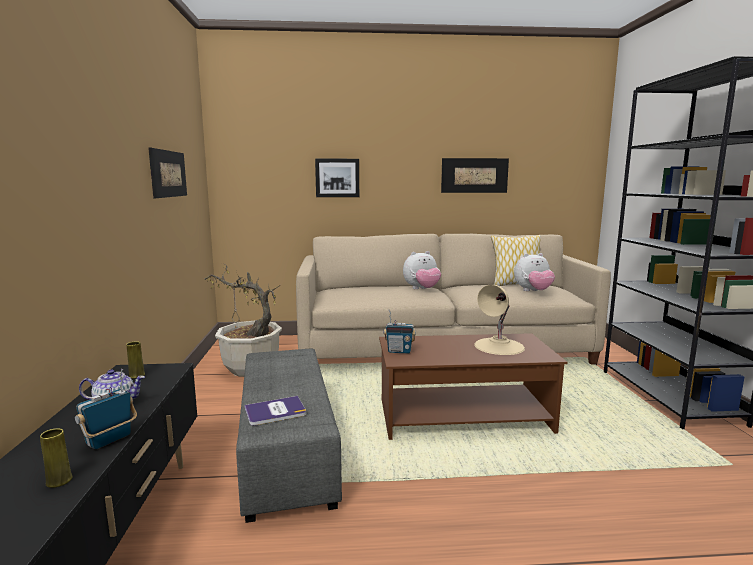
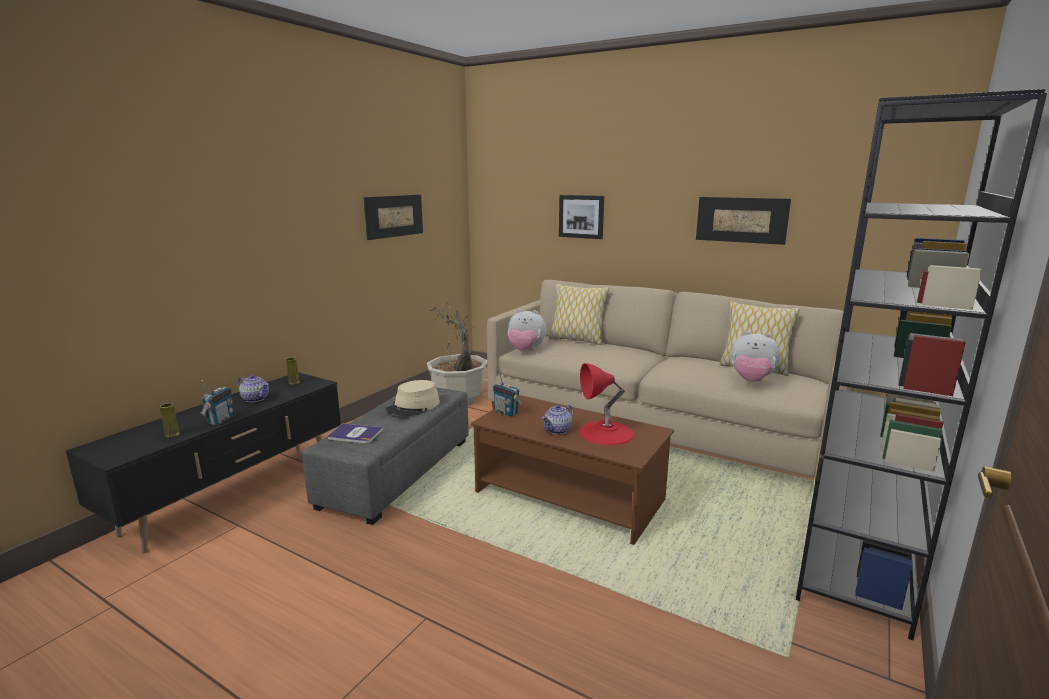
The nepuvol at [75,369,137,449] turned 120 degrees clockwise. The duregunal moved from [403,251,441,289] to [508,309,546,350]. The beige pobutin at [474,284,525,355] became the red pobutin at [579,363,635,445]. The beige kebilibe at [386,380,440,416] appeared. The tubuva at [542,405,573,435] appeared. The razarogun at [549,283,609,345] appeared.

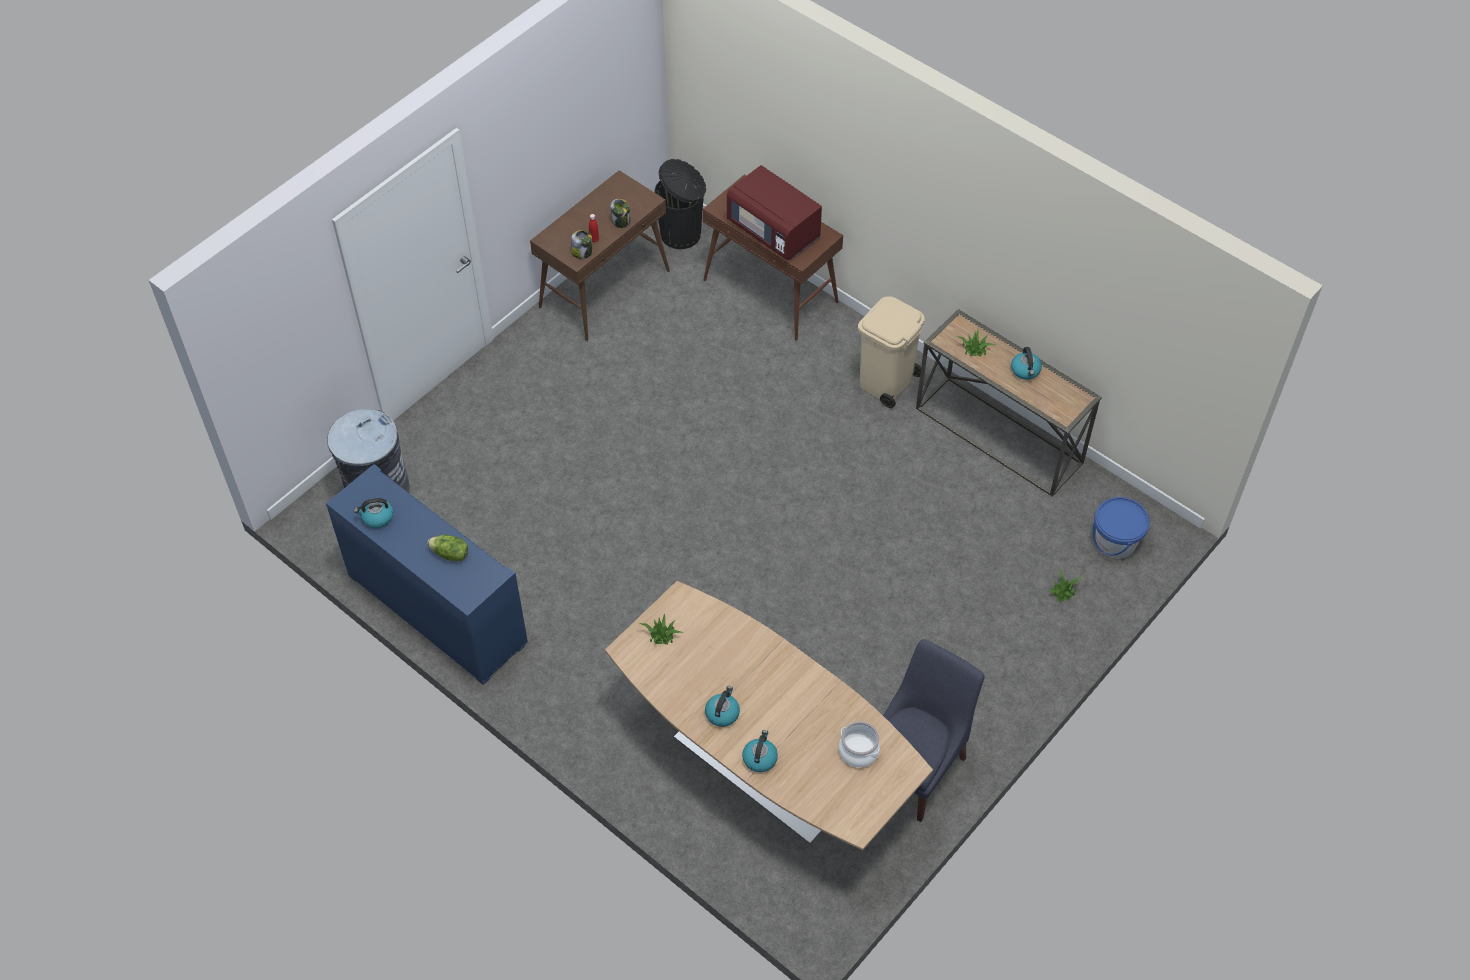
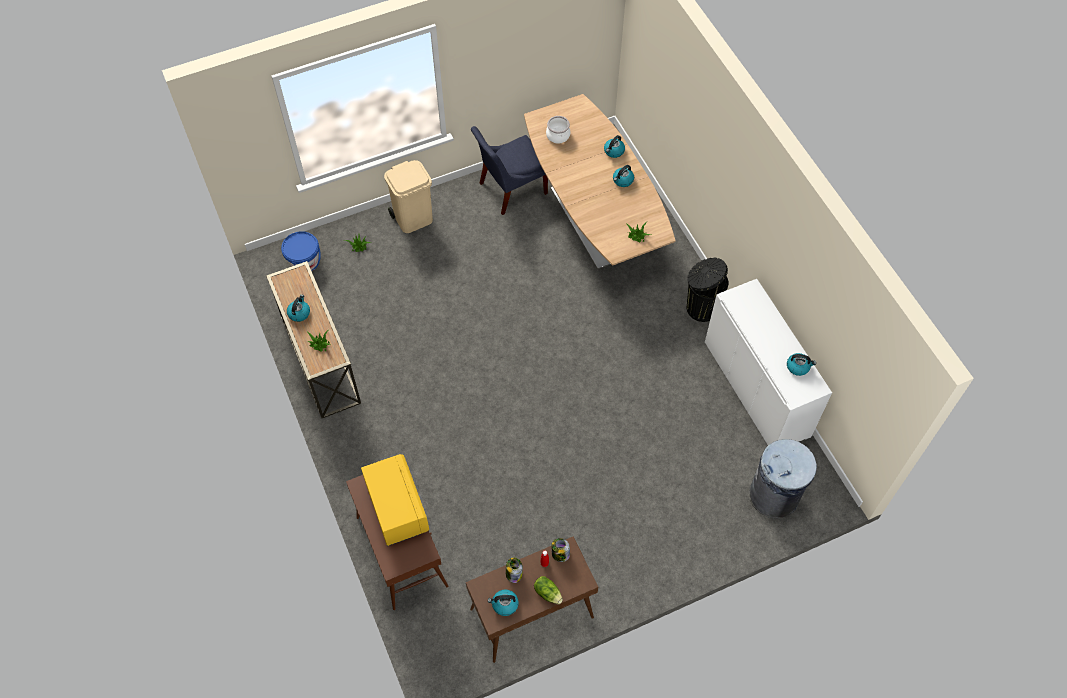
The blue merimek at [326,464,528,685] became the white merimek at [705,279,832,445]. The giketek moved from [427,535,468,561] to [534,576,563,604]. The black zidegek moved from [654,159,706,249] to [687,257,729,322]. The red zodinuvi at [727,165,822,260] became the yellow zodinuvi at [361,454,429,546]. The beige zidegek moved from [858,296,925,408] to [384,160,433,233]. The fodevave at [488,589,519,616] appeared.

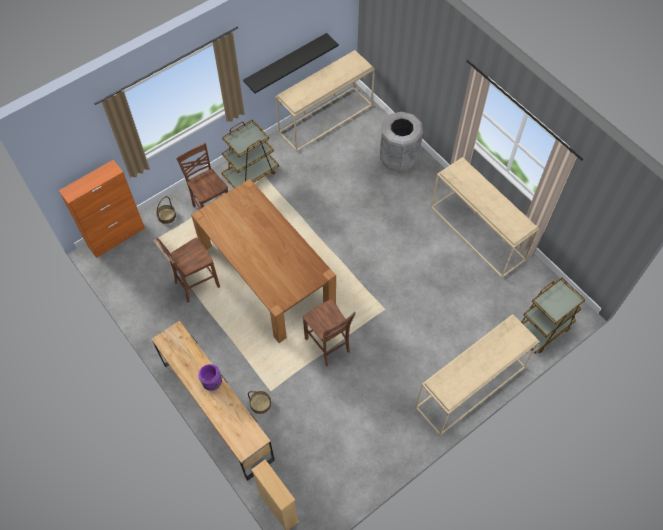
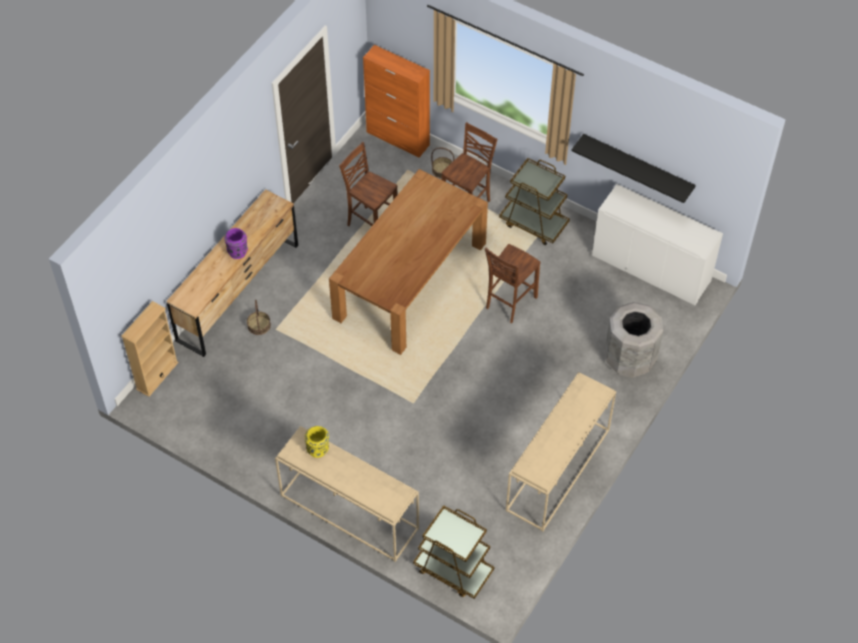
The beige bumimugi at [275,50,375,152] was replaced by the white merimek at [592,184,723,305]. The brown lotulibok moved from [303,299,356,366] to [485,244,541,323]. The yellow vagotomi at [305,426,329,458] appeared.

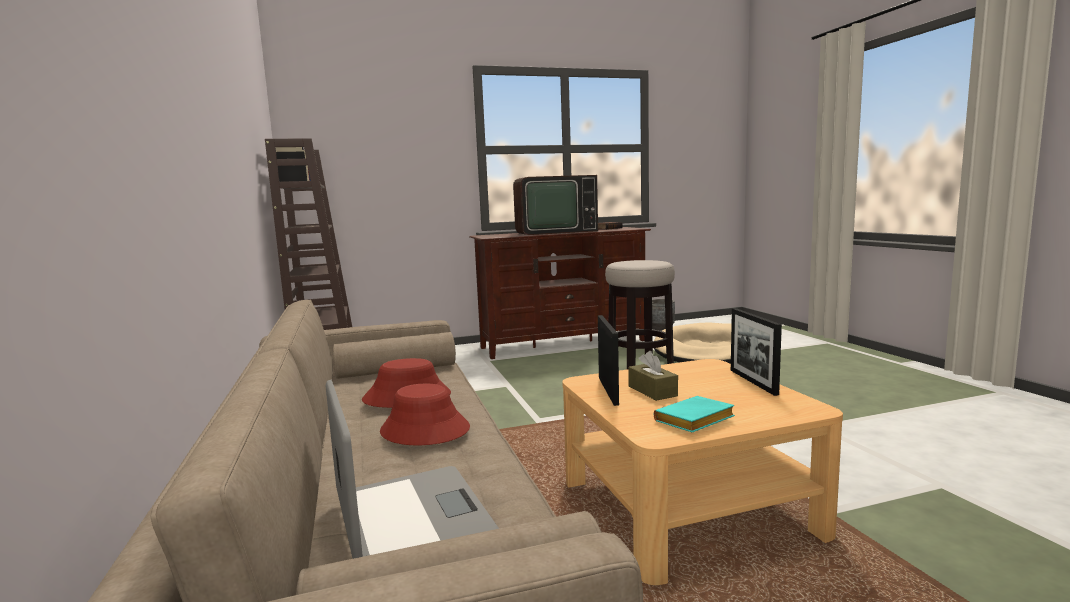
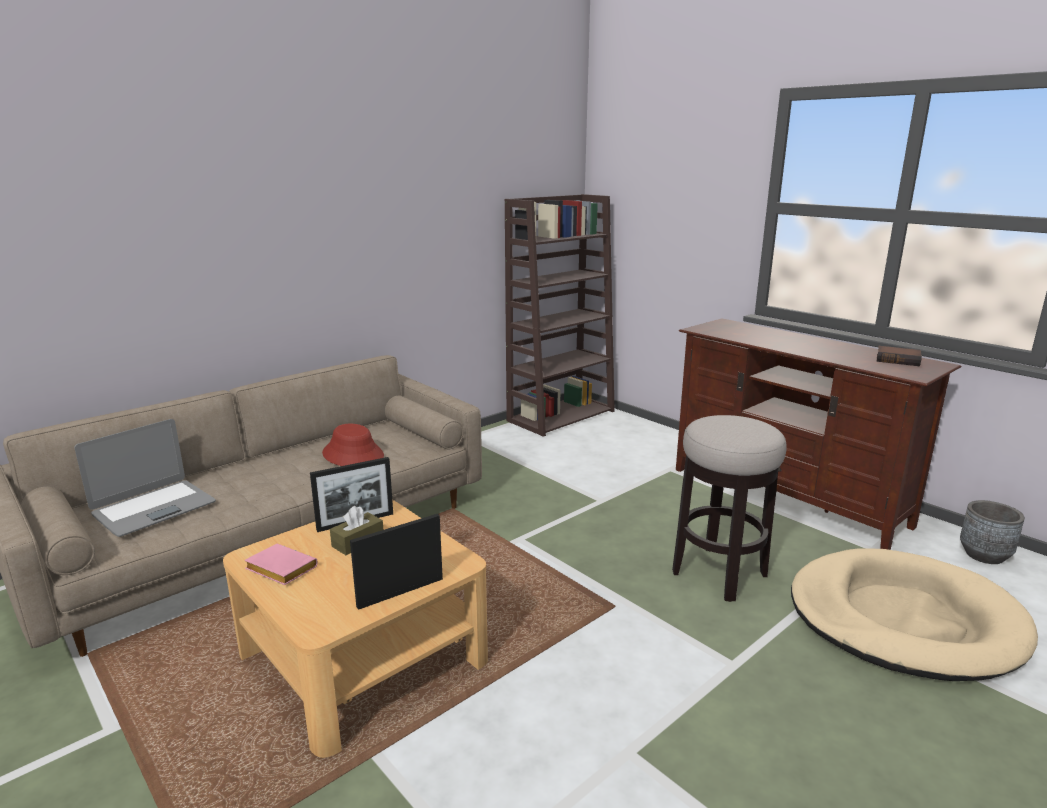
The red kebilibe at [380,384,470,445] disappeared. The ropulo at [513,175,598,235] disappeared. The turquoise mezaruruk at [654,396,735,432] became the pink mezaruruk at [244,544,318,585].

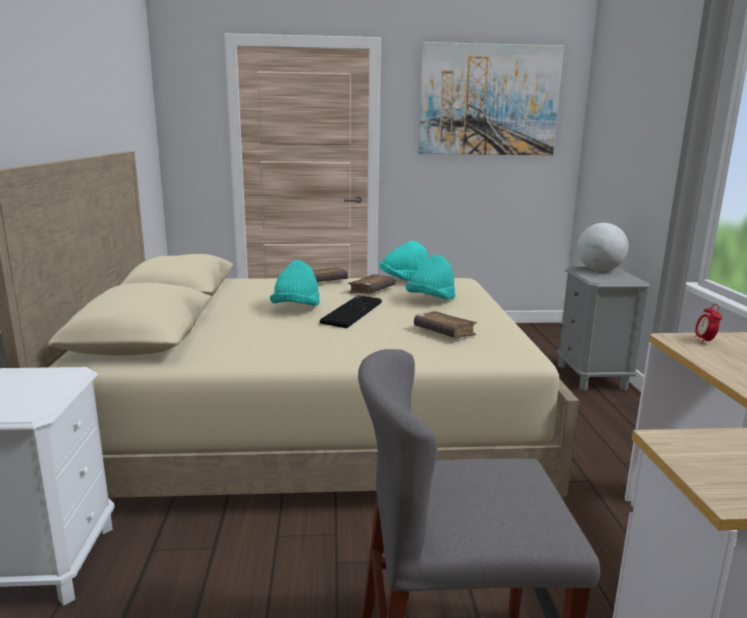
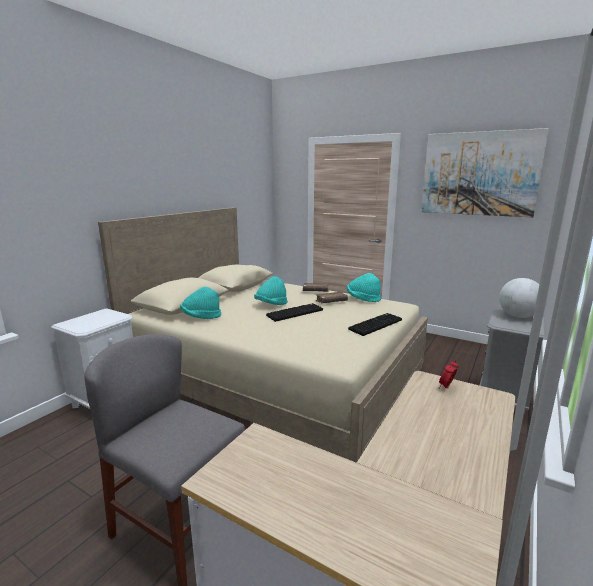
The turquoise kebilibe moved from [405,254,456,299] to [180,287,221,319]. The brown mezaruruk at [414,311,477,338] disappeared. The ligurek at [348,313,402,336] appeared.

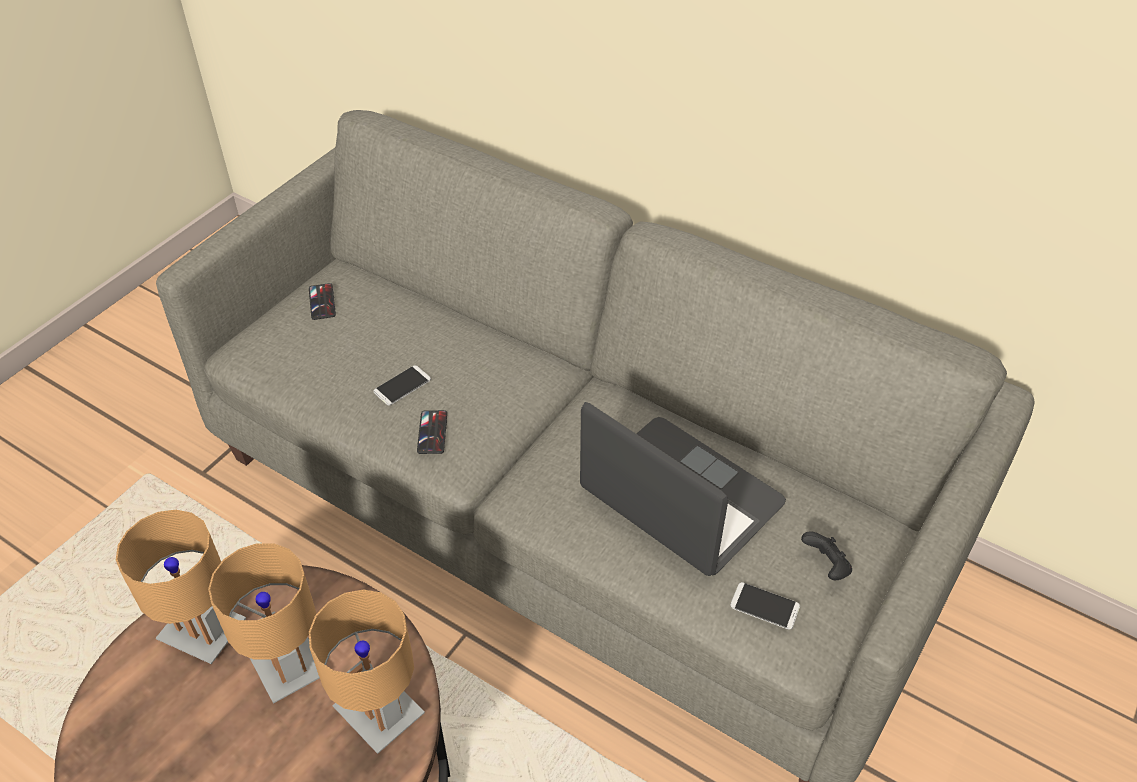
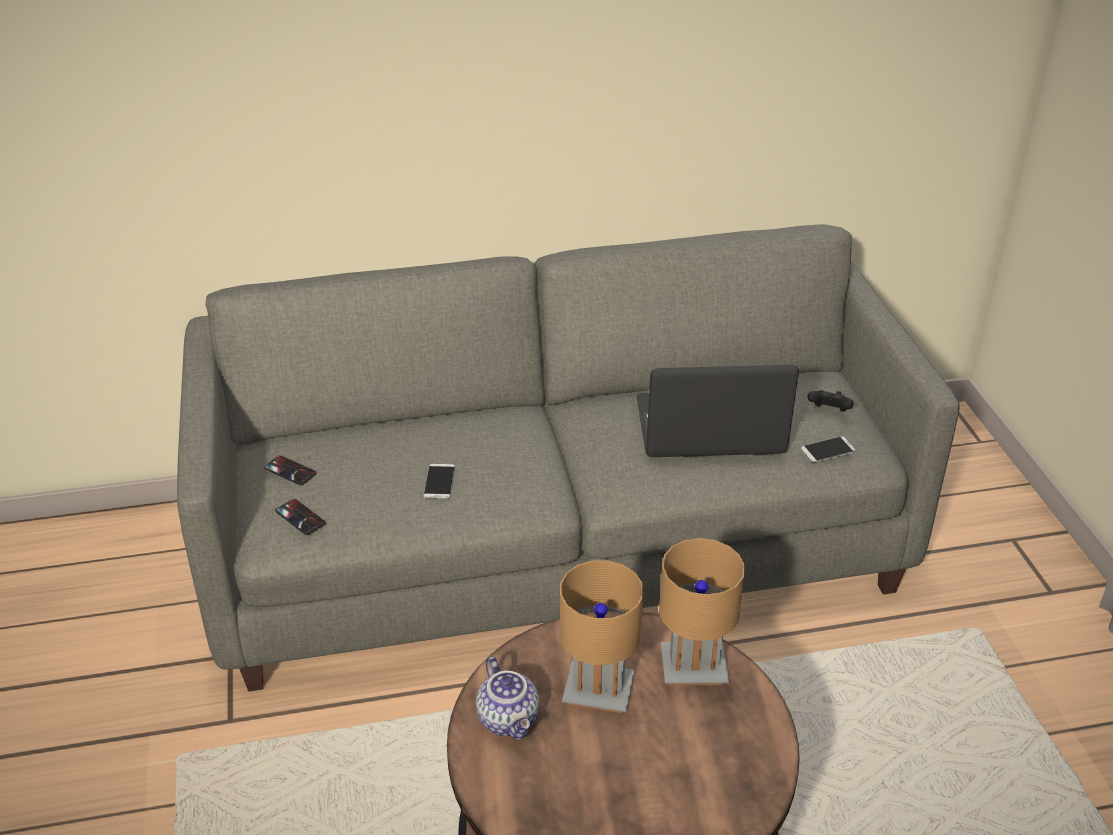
The brown pobutin at [116,510,246,664] was replaced by the tubuva at [476,656,539,740]. The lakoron moved from [417,410,447,454] to [275,499,326,535].

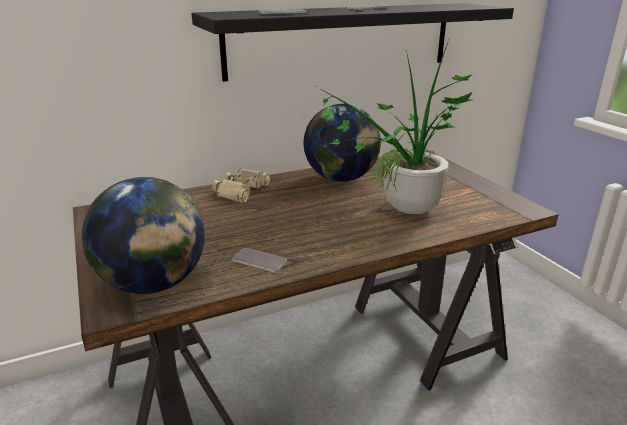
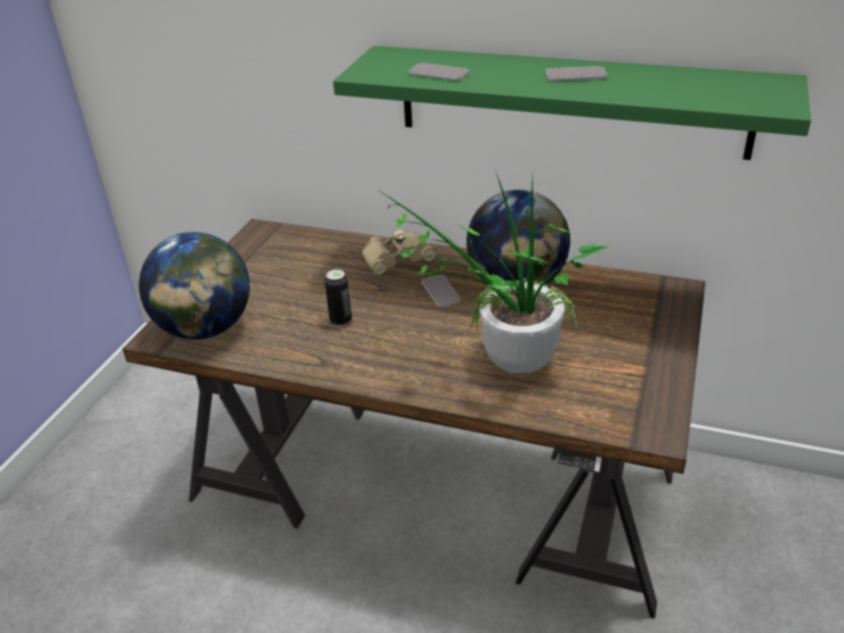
The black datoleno at [192,3,514,82] became the green datoleno at [333,46,811,160]. The lakoron moved from [232,248,287,273] to [421,275,460,307]. The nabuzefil at [324,269,352,326] appeared.

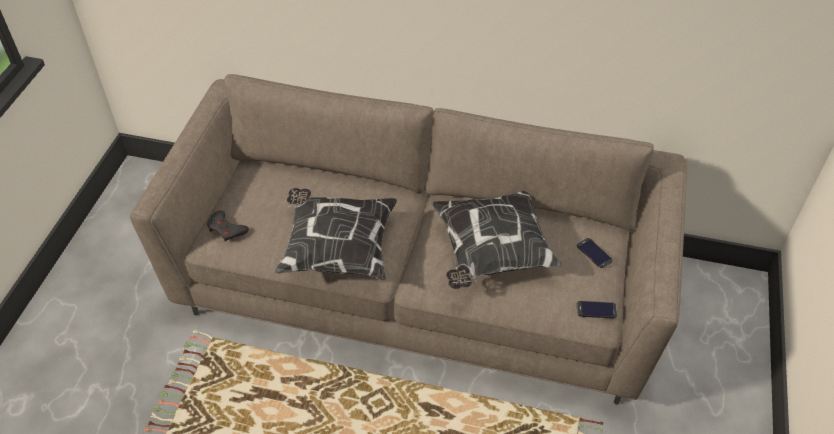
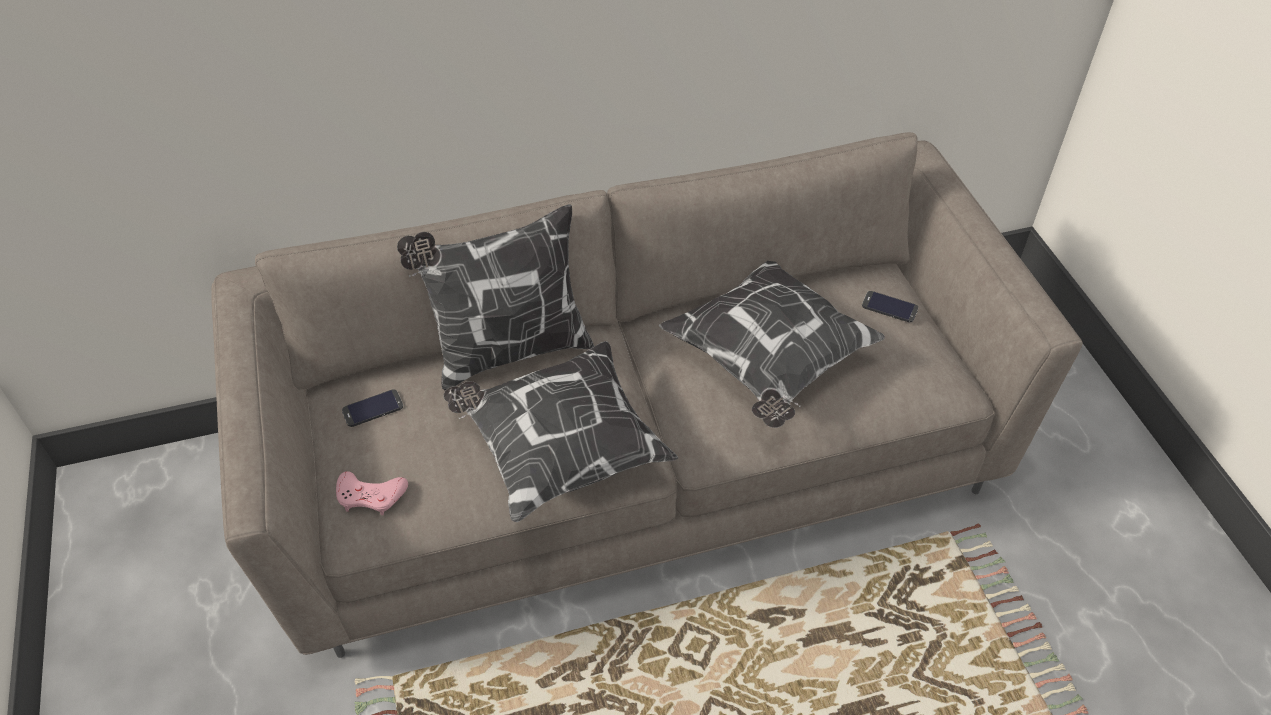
The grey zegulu at [207,211,249,242] became the pink zegulu at [336,471,408,515]. The lakoron moved from [577,301,617,319] to [342,389,403,427]. The razarogun at [397,204,594,391] appeared.

